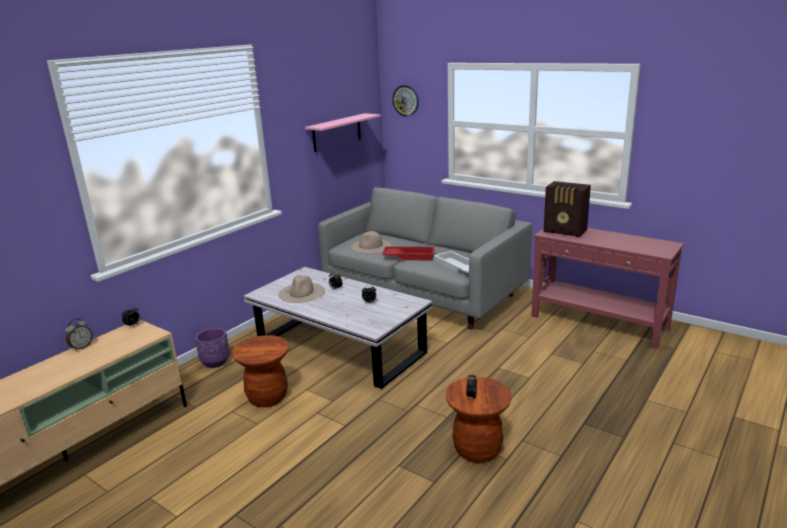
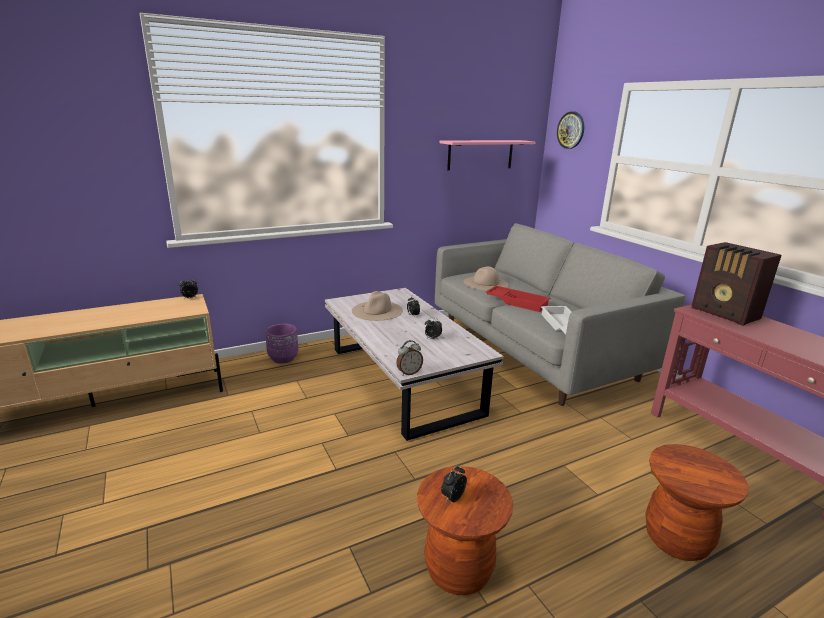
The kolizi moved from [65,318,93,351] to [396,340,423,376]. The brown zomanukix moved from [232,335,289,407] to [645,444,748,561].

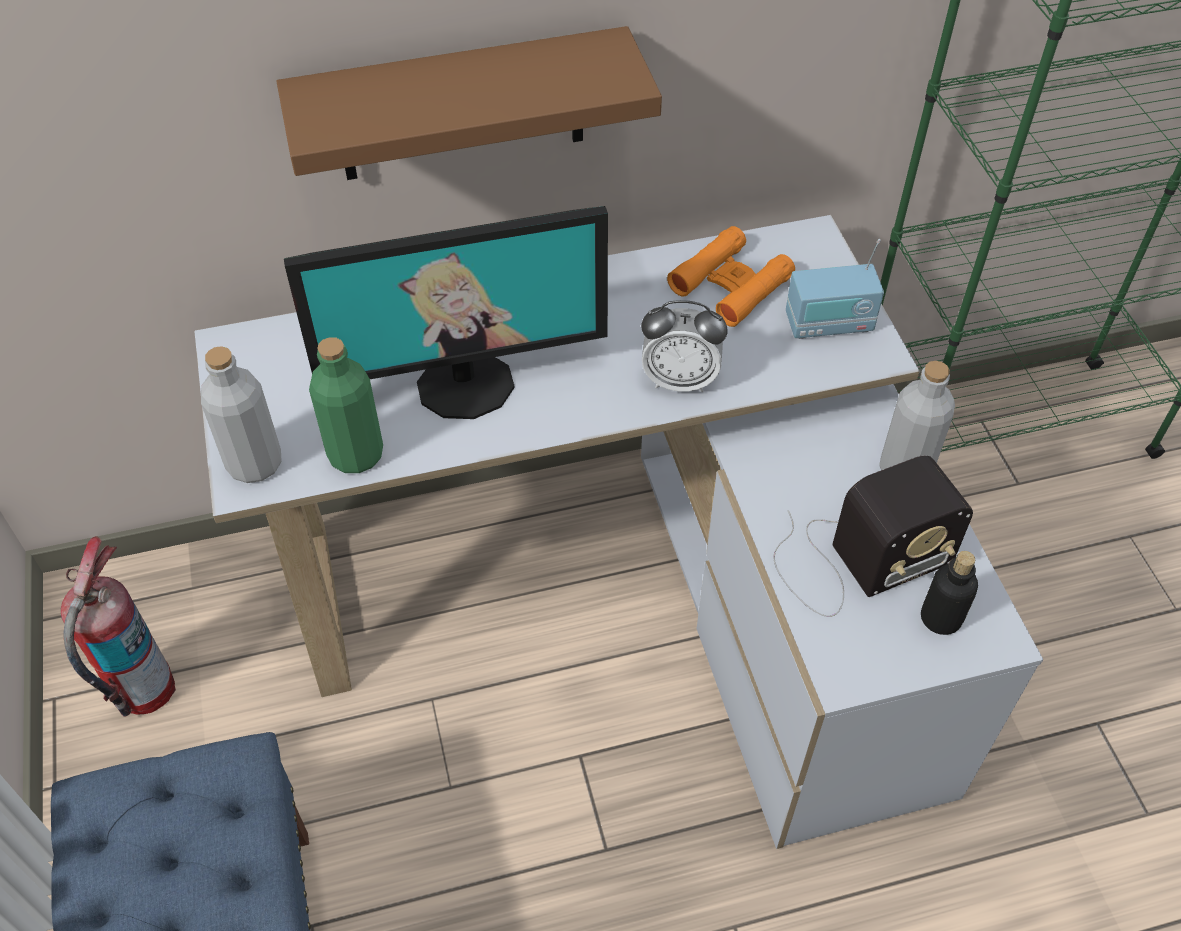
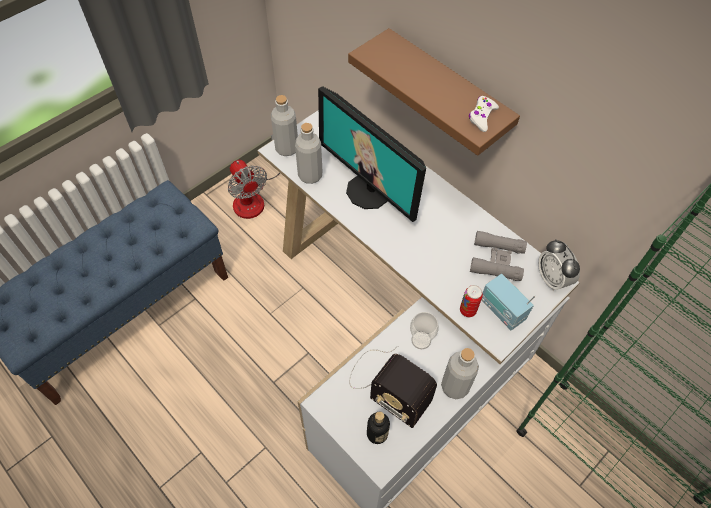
The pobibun at [61,536,176,717] was replaced by the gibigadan at [228,134,280,219]. The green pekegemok at [309,337,383,473] became the grey pekegemok at [295,123,323,184]. The kolizi moved from [641,300,728,392] to [538,239,580,291]. The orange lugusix at [667,226,795,327] became the grey lugusix at [470,231,527,281]. The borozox at [410,312,439,349] appeared. The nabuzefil at [460,285,483,317] appeared. The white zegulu at [469,96,499,132] appeared.

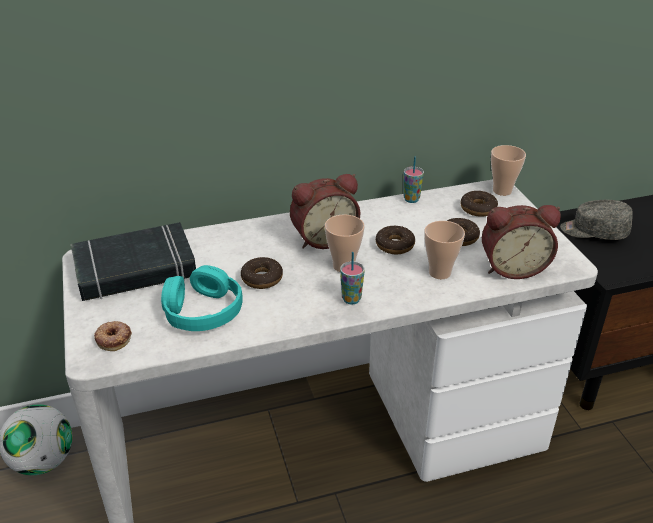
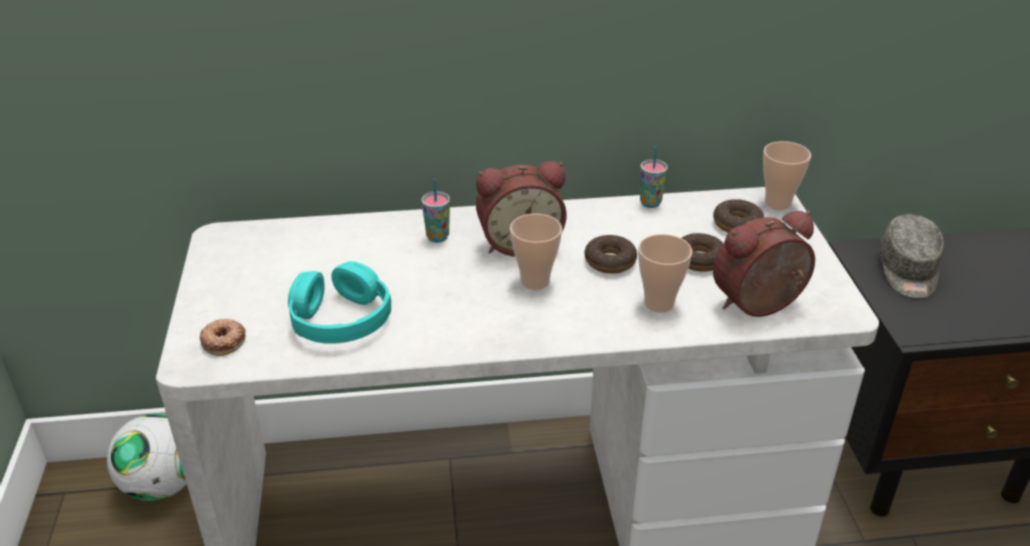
The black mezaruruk at [71,222,196,301] disappeared. The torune at [241,257,283,289] disappeared. The borozox moved from [340,252,365,305] to [422,179,450,243]. The kolizi at [482,205,561,279] turned 150 degrees clockwise. The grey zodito at [560,200,633,240] turned 105 degrees counterclockwise.

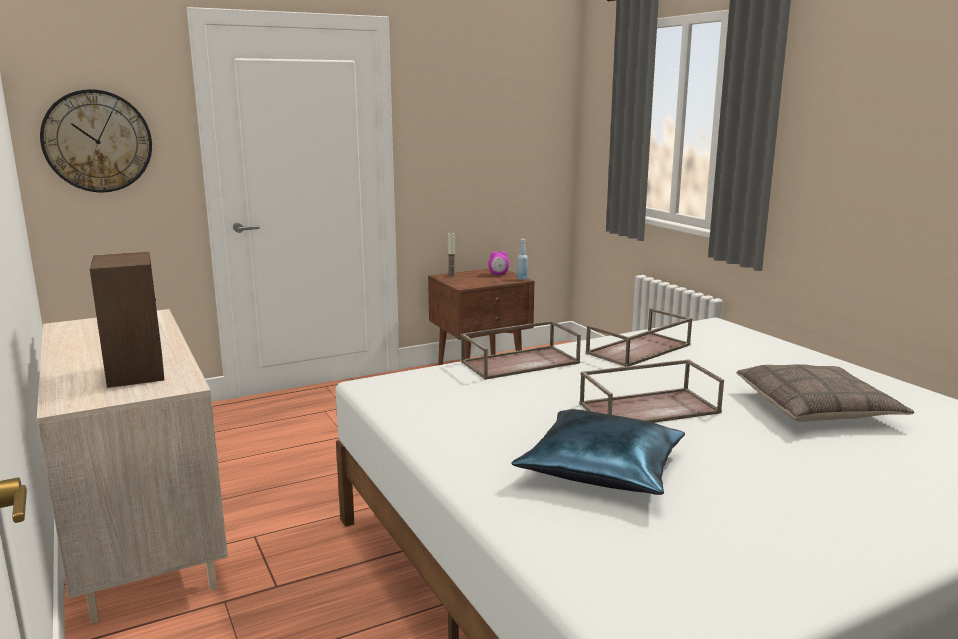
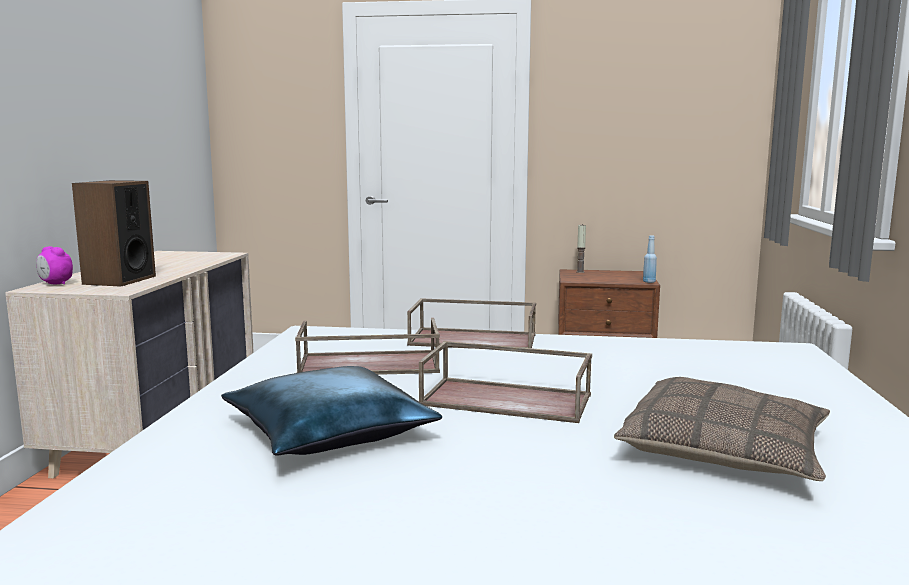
The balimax at [40,89,152,192] disappeared. The kolizi moved from [488,251,509,275] to [36,246,73,285]. The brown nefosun moved from [586,308,692,367] to [295,318,440,375].

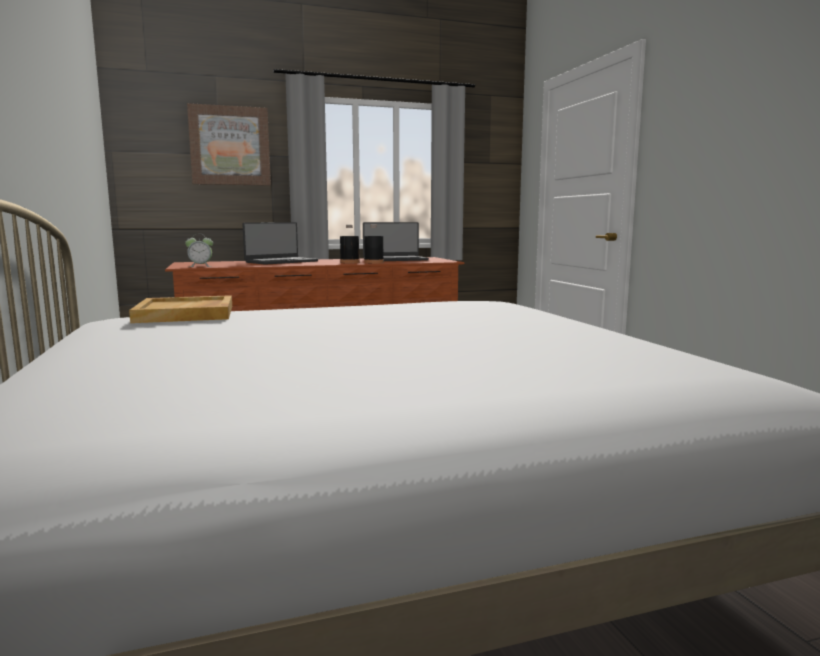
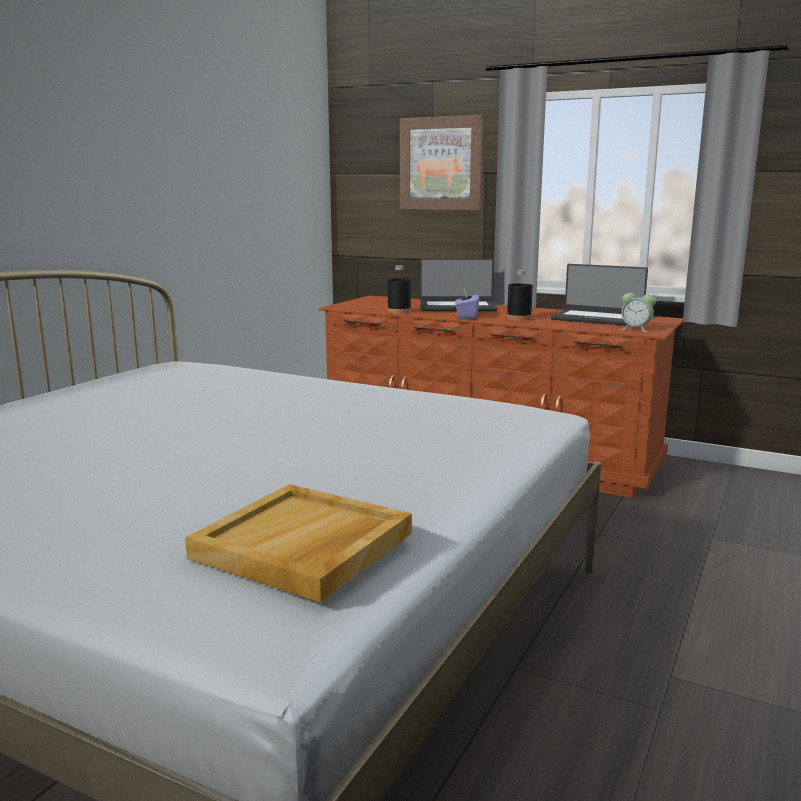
The beige nefosun moved from [129,295,232,323] to [185,484,412,602]. The kolizi moved from [185,238,213,267] to [620,288,656,332]. The black pekegemok moved from [364,225,384,264] to [387,266,411,314]. The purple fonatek at [455,287,479,319] appeared.

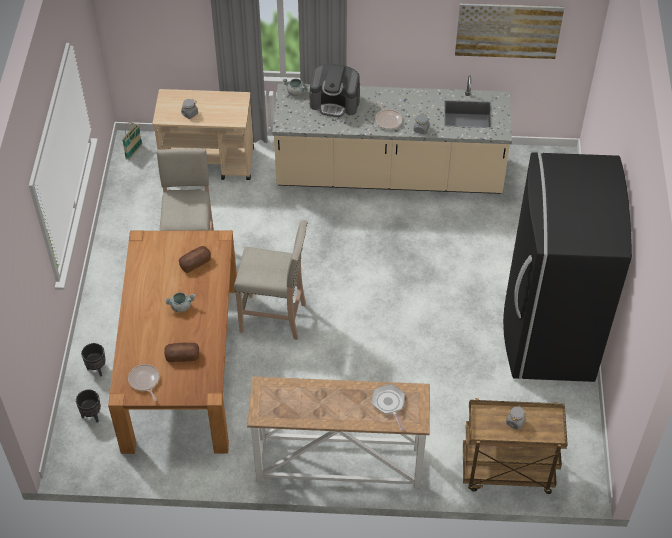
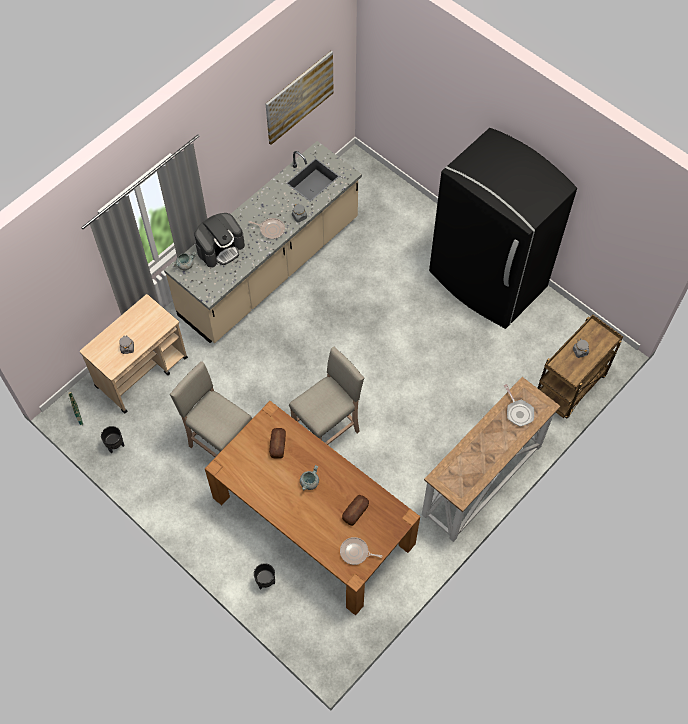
The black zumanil moved from [76,389,101,422] to [101,426,124,453]. The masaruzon at [372,384,405,430] turned 135 degrees counterclockwise.

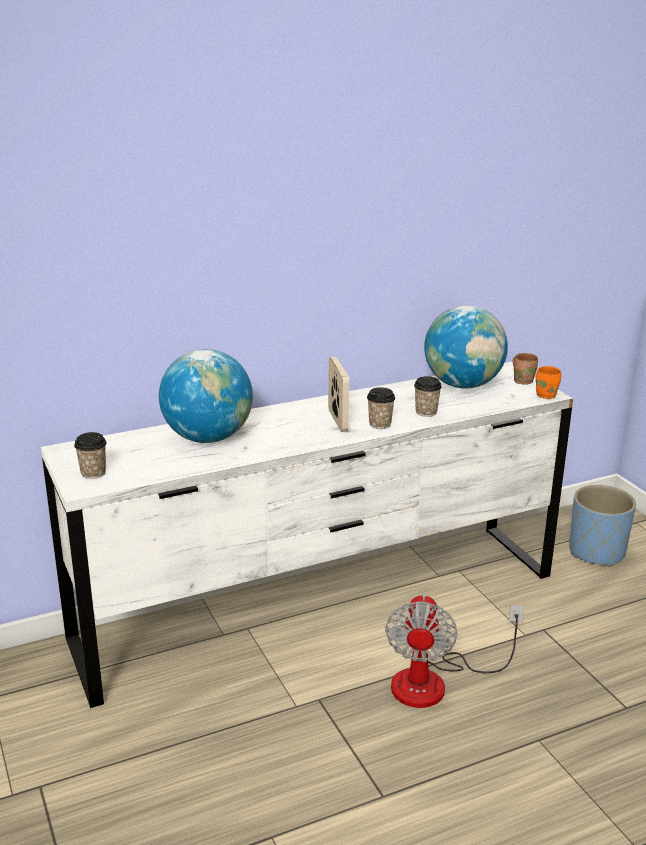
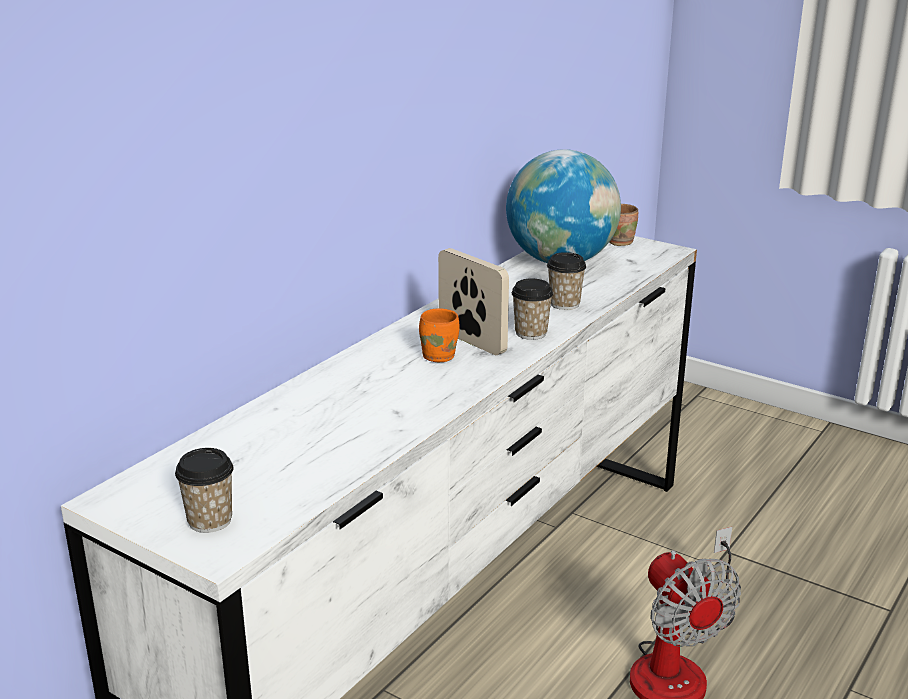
The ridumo at [159,349,253,443] disappeared. The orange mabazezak moved from [536,366,561,399] to [419,308,460,362]. The blue zumanil at [569,485,636,567] disappeared.

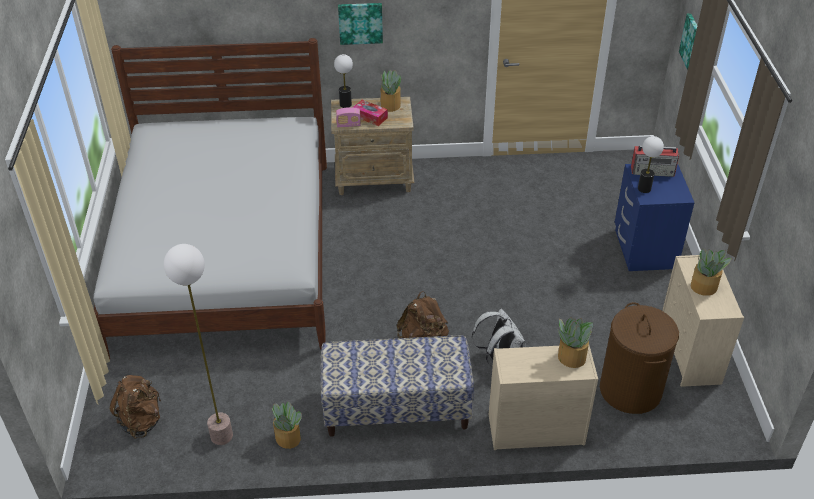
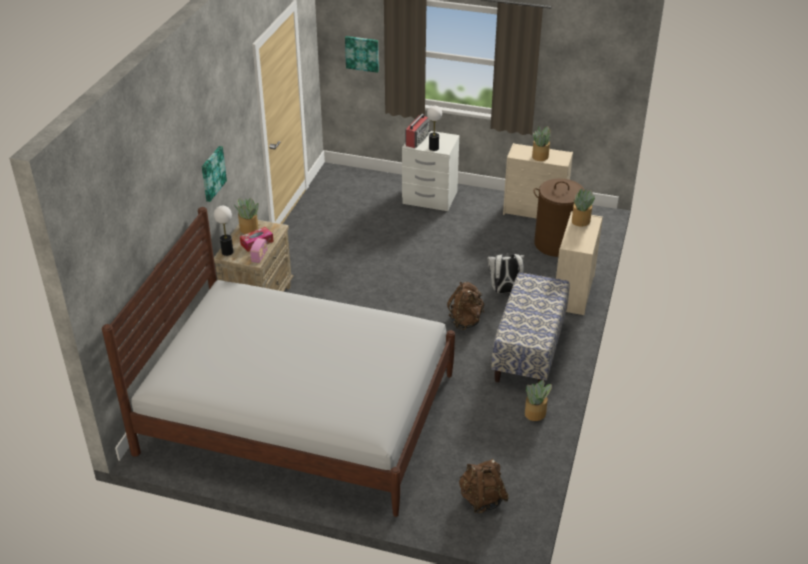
The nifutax at [164,244,233,445] disappeared. The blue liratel at [615,164,695,271] became the white liratel at [402,131,459,211].

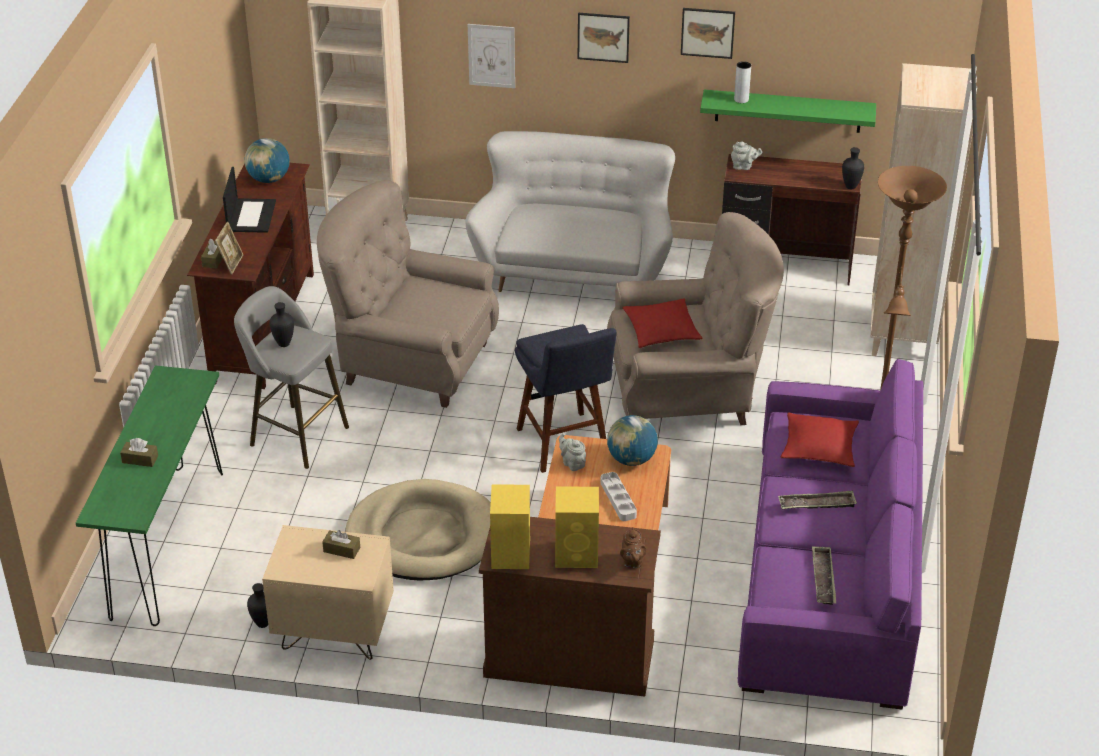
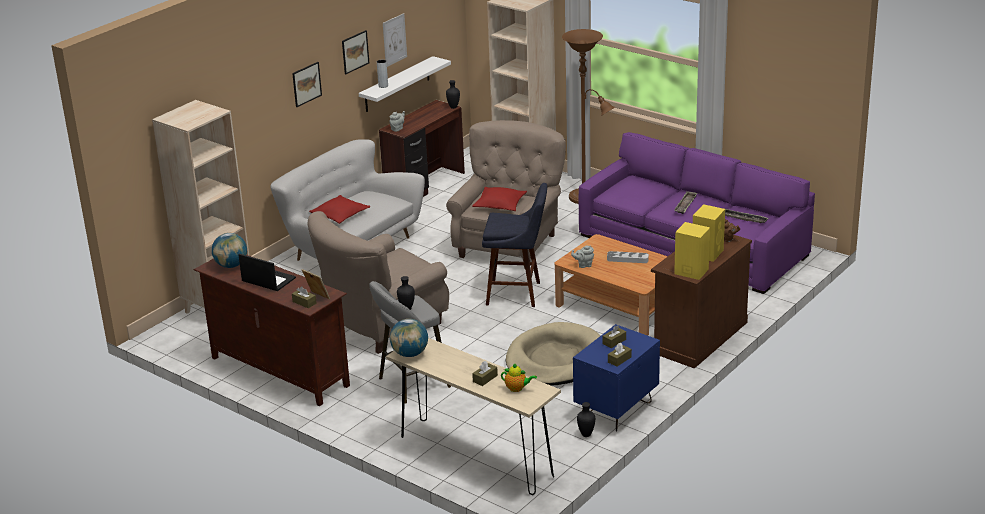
The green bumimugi at [76,366,223,626] became the beige bumimugi at [386,338,561,495]. The beige liratel at [262,525,394,660] became the blue liratel at [573,324,660,432]. The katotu moved from [468,24,515,88] to [383,13,407,67]. The ridumo moved from [607,415,658,466] to [390,319,428,357]. The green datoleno at [700,90,876,133] became the white datoleno at [359,56,451,112]. The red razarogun moved from [781,412,859,467] to [309,195,370,224]. The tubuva at [501,363,537,392] appeared. The brown fonatek at [608,343,632,367] appeared.

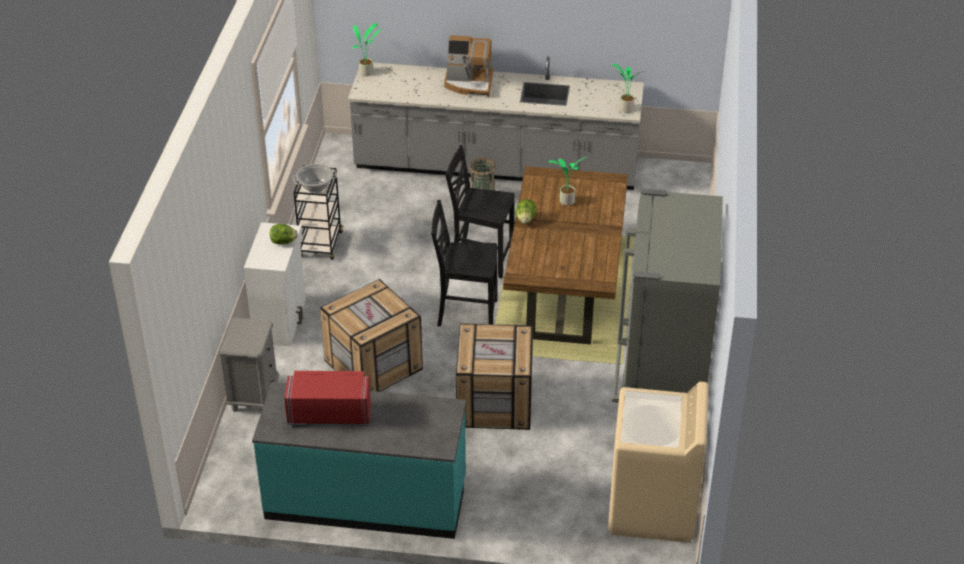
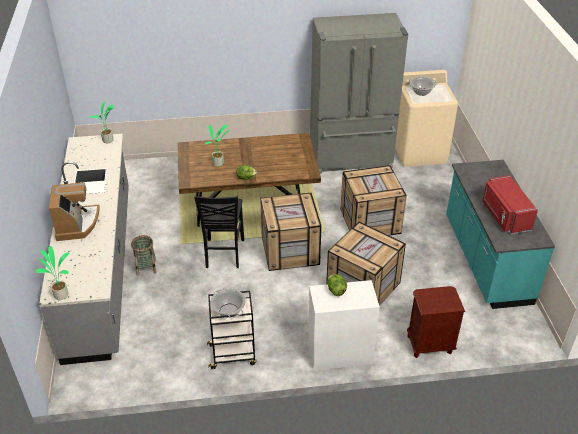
The grey liratel at [219,317,279,412] became the brown liratel at [407,286,465,358]. The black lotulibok at [431,200,497,326] was replaced by the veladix at [260,193,322,271]. The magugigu at [408,77,438,96] appeared.

